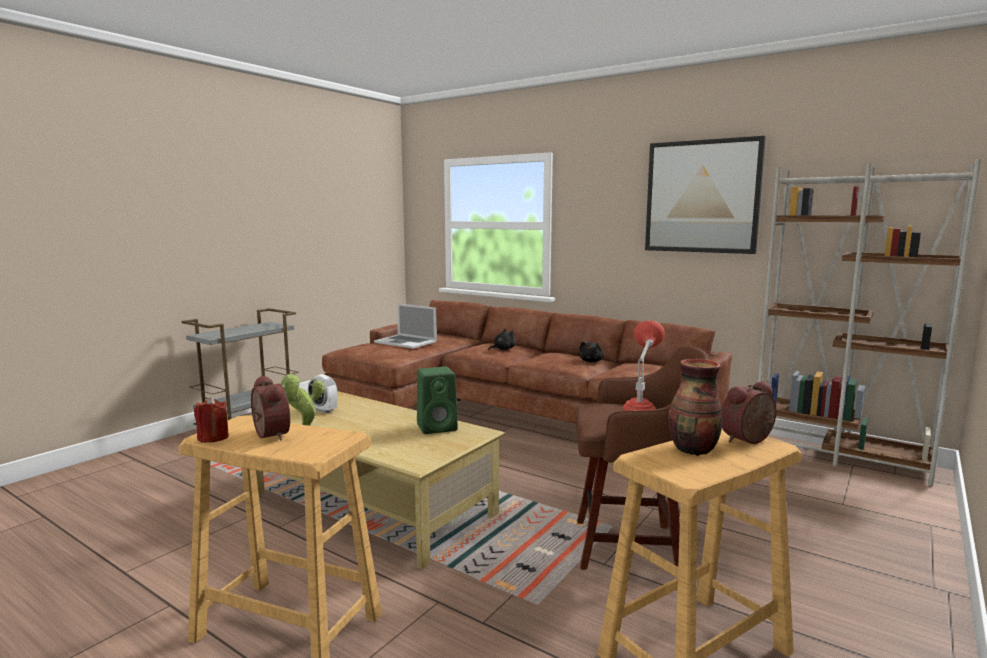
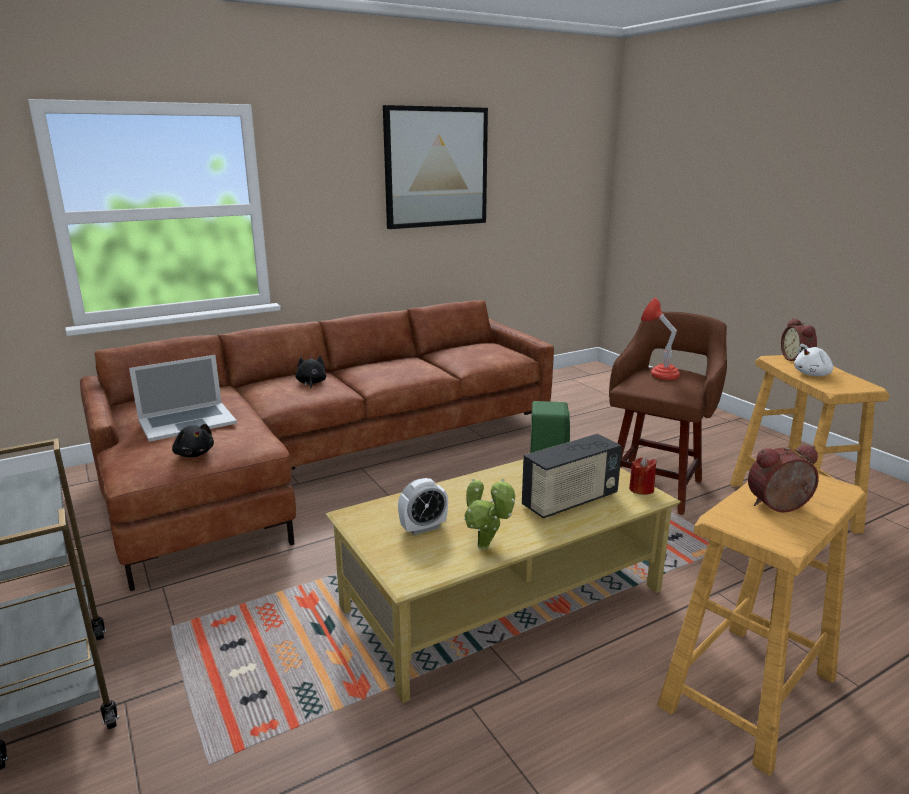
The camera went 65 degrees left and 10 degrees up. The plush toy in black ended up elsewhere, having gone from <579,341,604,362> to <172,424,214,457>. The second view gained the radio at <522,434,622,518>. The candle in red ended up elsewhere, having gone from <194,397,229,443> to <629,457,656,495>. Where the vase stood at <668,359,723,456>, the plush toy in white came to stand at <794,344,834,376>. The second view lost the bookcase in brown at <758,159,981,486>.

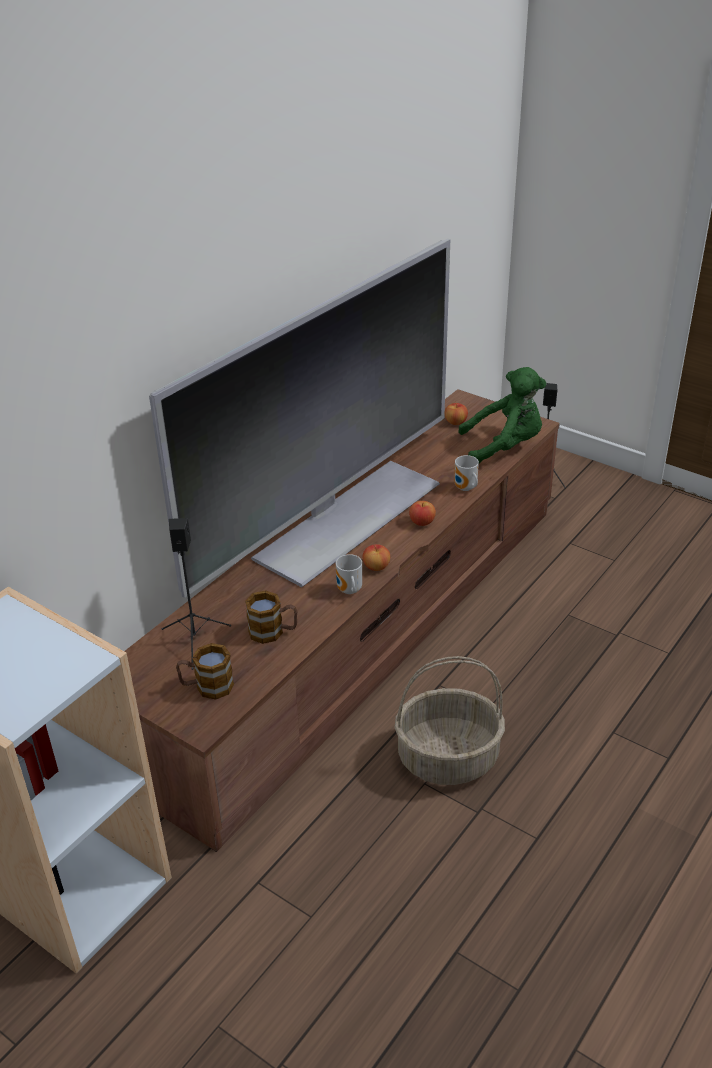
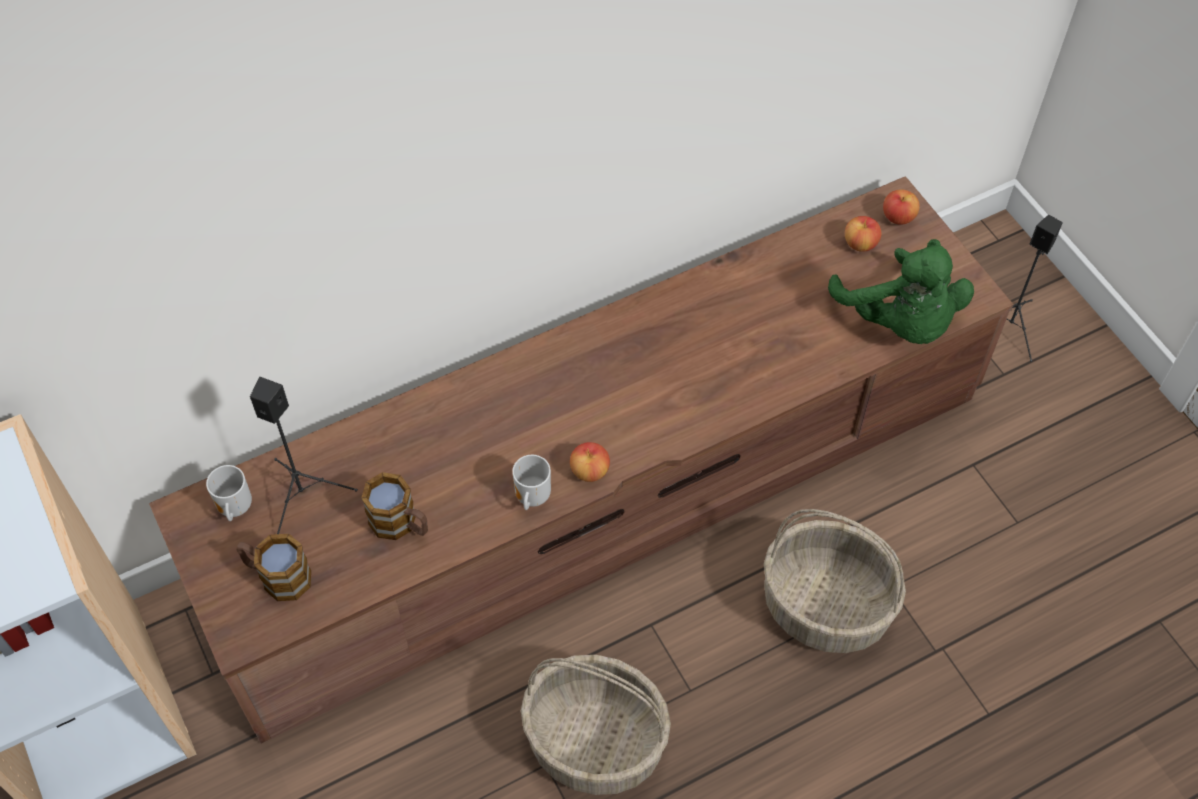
The camera went 25 degrees right and 20 degrees up. The mug ended up elsewhere, having gone from <454,455,479,491> to <206,465,252,521>. The second view gained the basket at <764,509,906,653>. The plush toy in green at <458,367,546,463> ended up facing another way, 45 degrees clockwise from before. The apple ended up elsewhere, having gone from <409,501,436,526> to <883,189,920,225>. The second view lost the television at <149,239,450,598>.

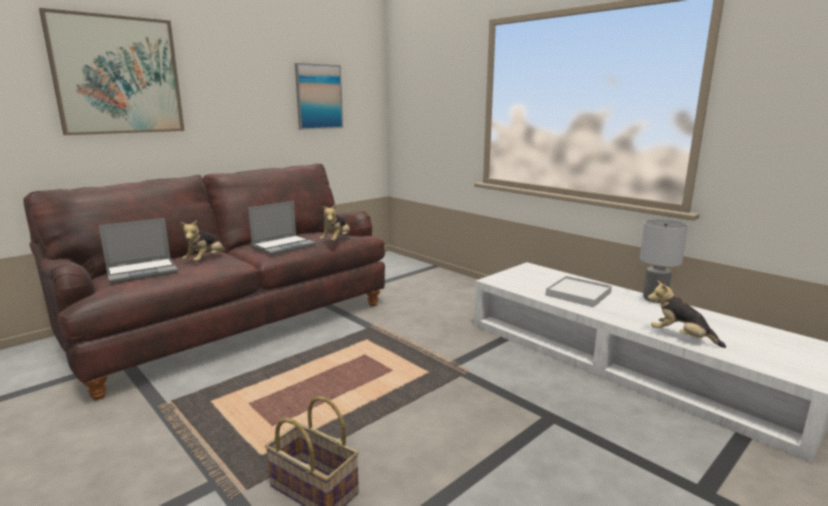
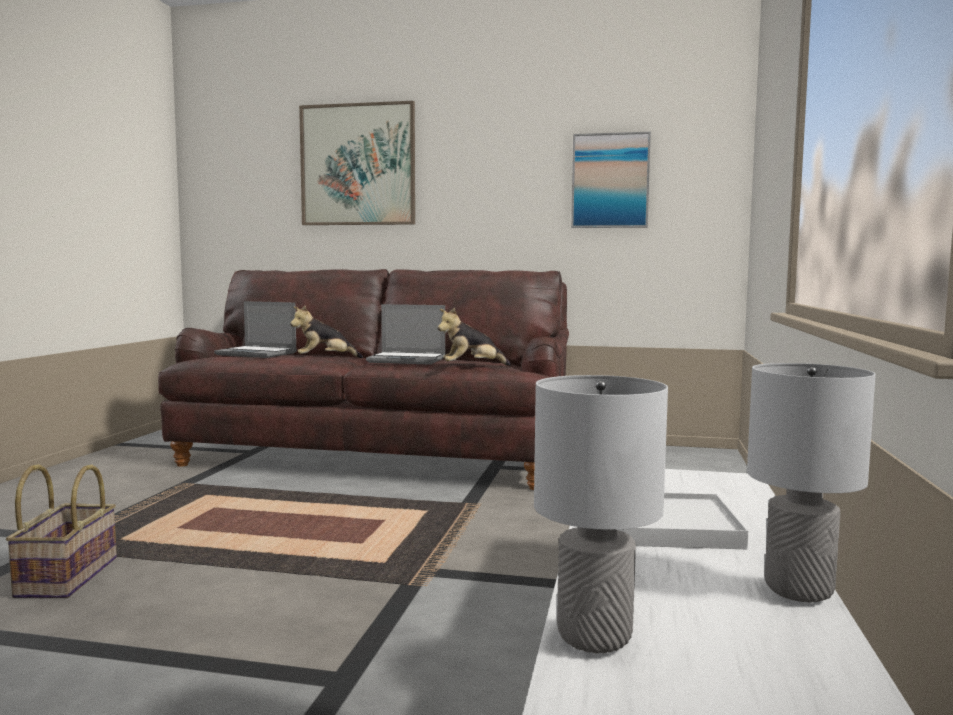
The camera went 55 degrees right and 10 degrees down. Where the plush toy stood at <648,280,726,348>, the table lamp in grey came to stand at <534,375,668,653>.

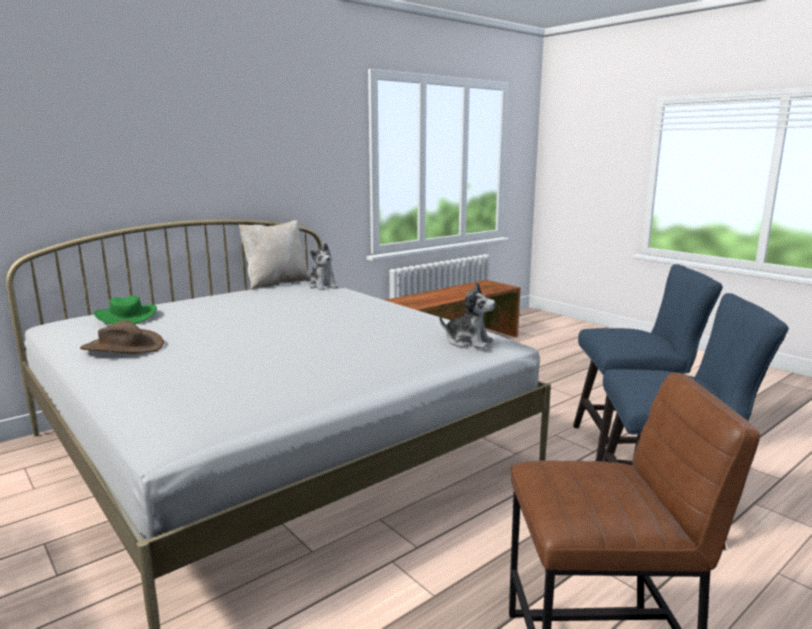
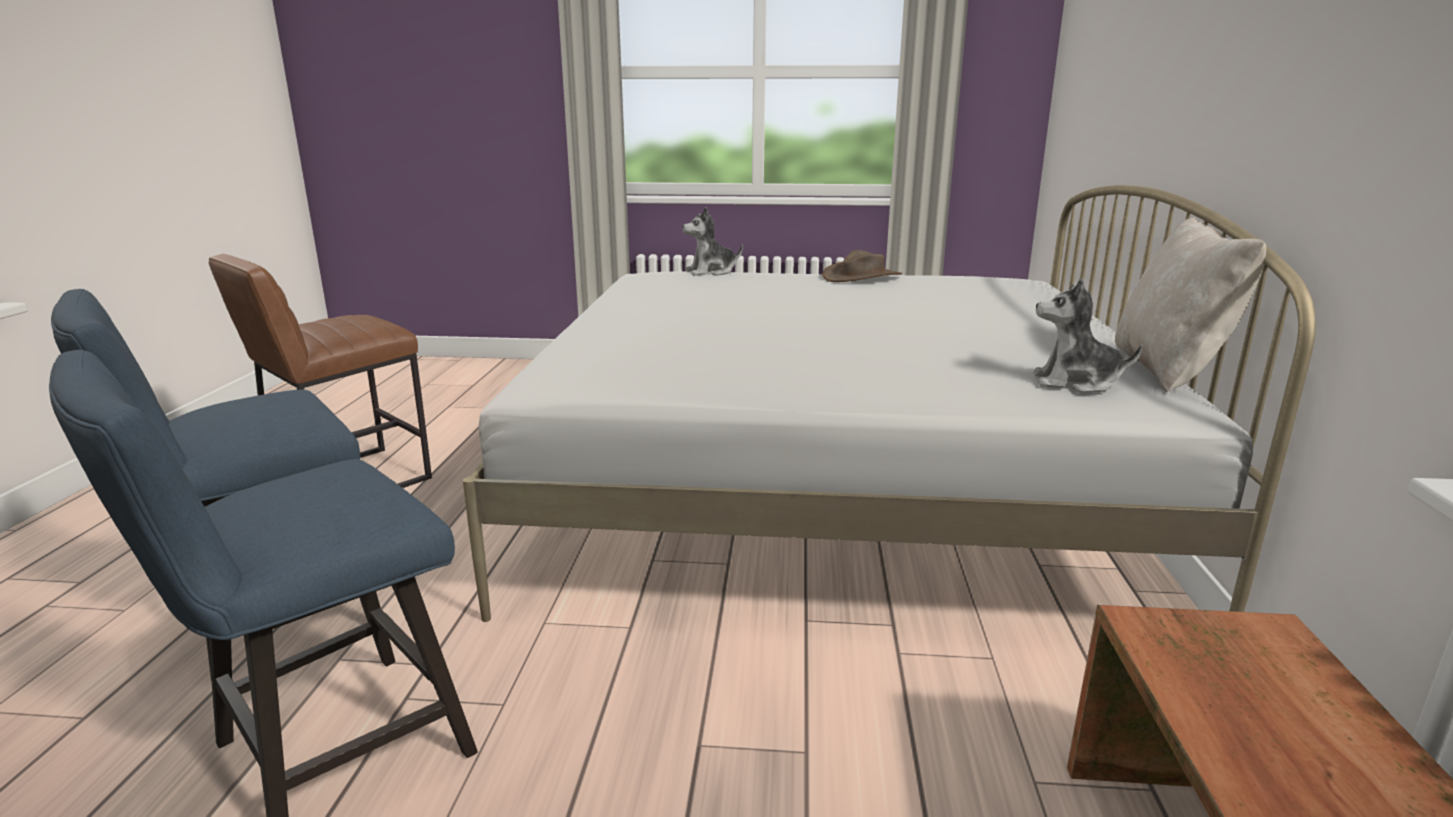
The camera went 135 degrees right and 5 degrees up. The plush toy ended up elsewhere, having gone from <439,282,496,349> to <682,207,743,276>. The second view lost the hat in green at <94,296,157,324>.

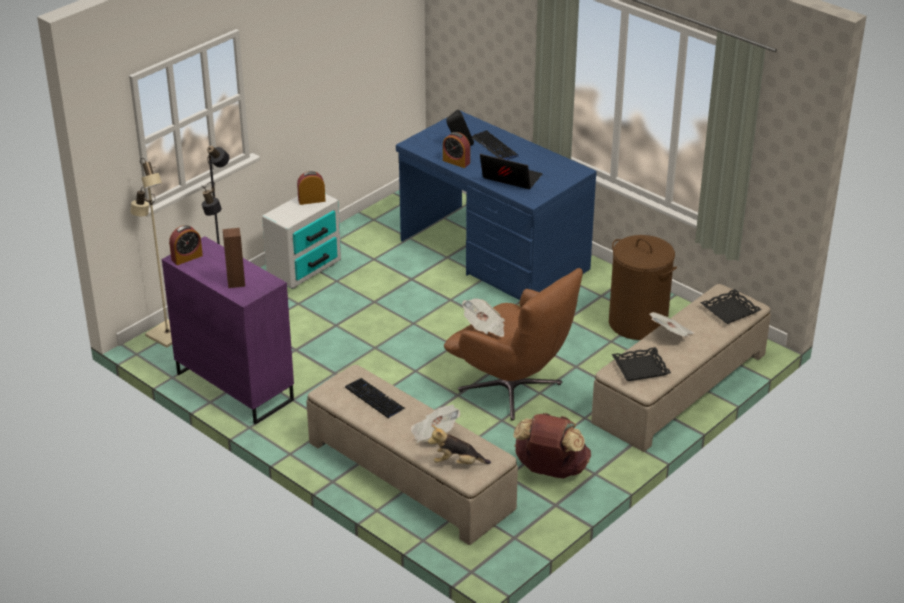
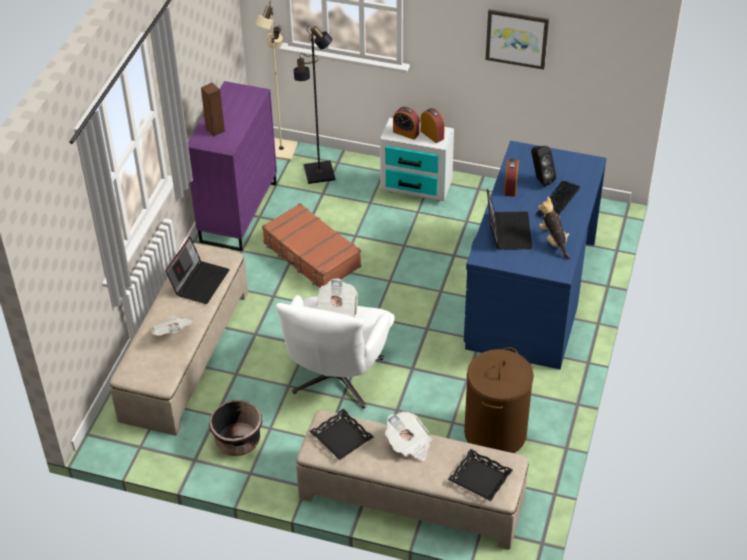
The camera went 65 degrees right and 10 degrees up. Where the keyboard stood at <345,378,406,419>, the laptop came to stand at <166,237,230,304>. Where the backpack in brown stood at <513,413,591,479>, the planter in black came to stand at <209,400,262,456>. The second view gained the suitcase in brown at <262,203,361,288>. What was the armchair in brown at <444,268,583,420> turned into the armchair in white at <276,295,395,408>. The alarm clock ended up elsewhere, having gone from <169,225,203,265> to <393,107,419,140>. The second view gained the picture at <486,9,549,70>. The plush toy ended up elsewhere, having gone from <428,425,491,464> to <538,197,570,260>.

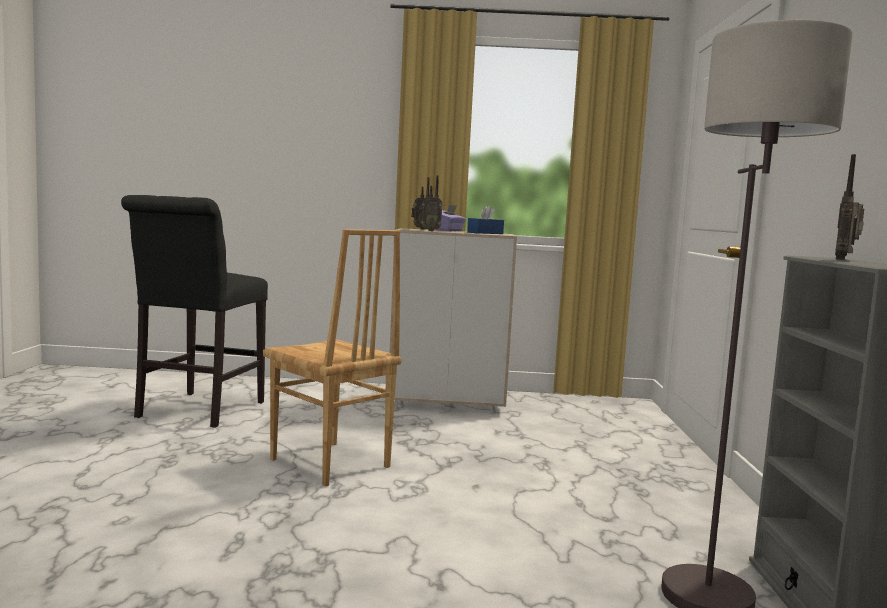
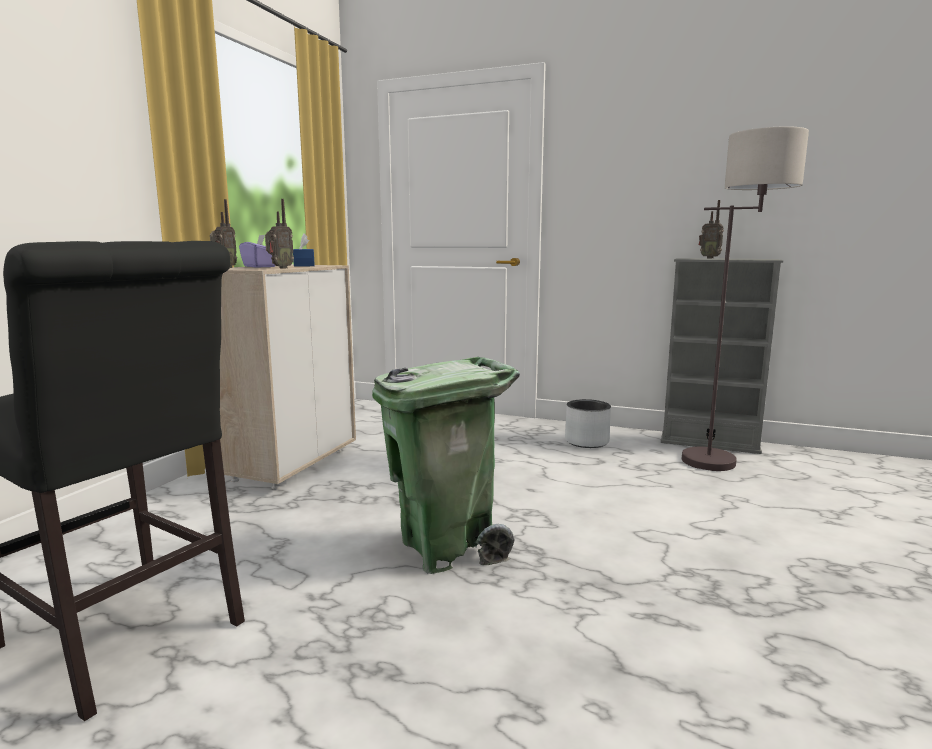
The camera went 70 degrees left and 5 degrees up. Where the chair in brown stood at <263,229,402,487>, the trash can in green came to stand at <372,357,520,574>. The second view gained the planter in grey at <565,399,611,448>.

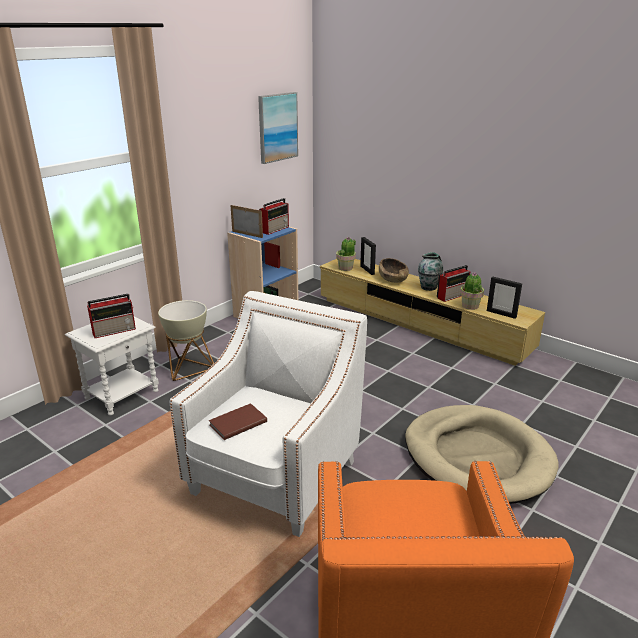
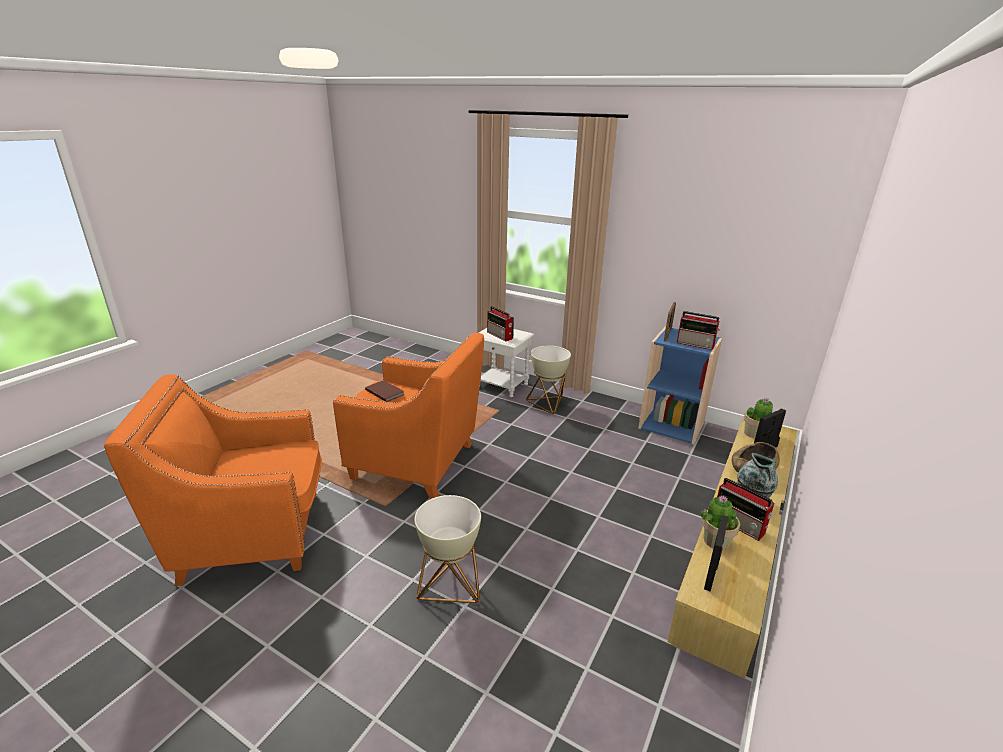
The camera went 80 degrees right and 0 degrees up. What was the armchair in white at <170,291,367,537> turned into the armchair in orange at <333,333,484,499>. Where the dog bed in beige stood at <405,405,559,504>, the planter came to stand at <414,495,481,603>. The second view lost the picture at <258,92,298,164>.

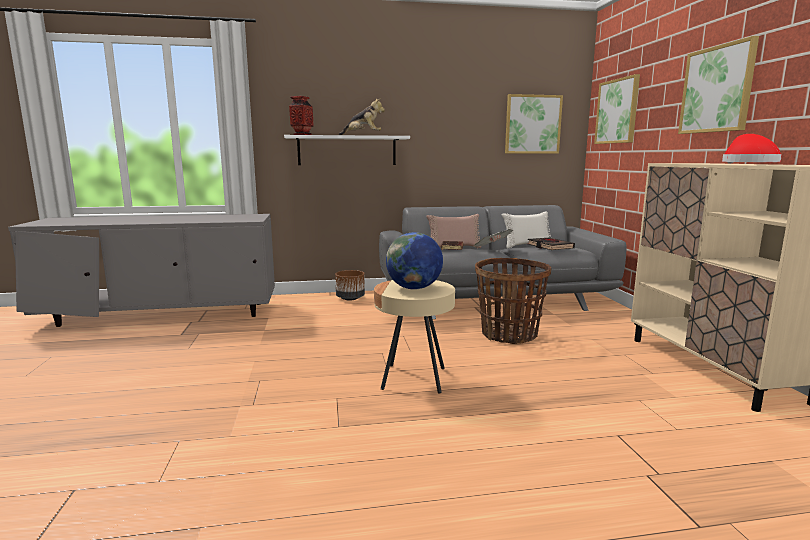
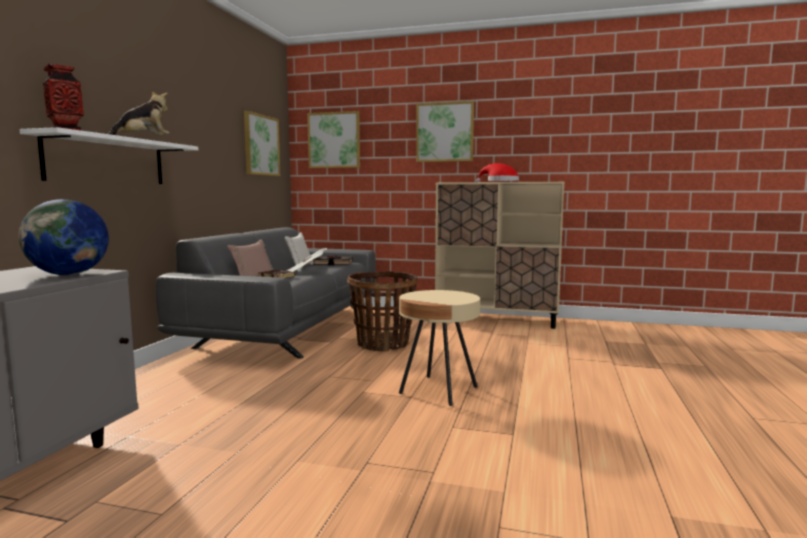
The camera went 65 degrees left and 5 degrees down. The globe ended up elsewhere, having gone from <386,232,443,290> to <19,199,109,275>. The second view lost the planter in brown at <335,270,365,301>.

